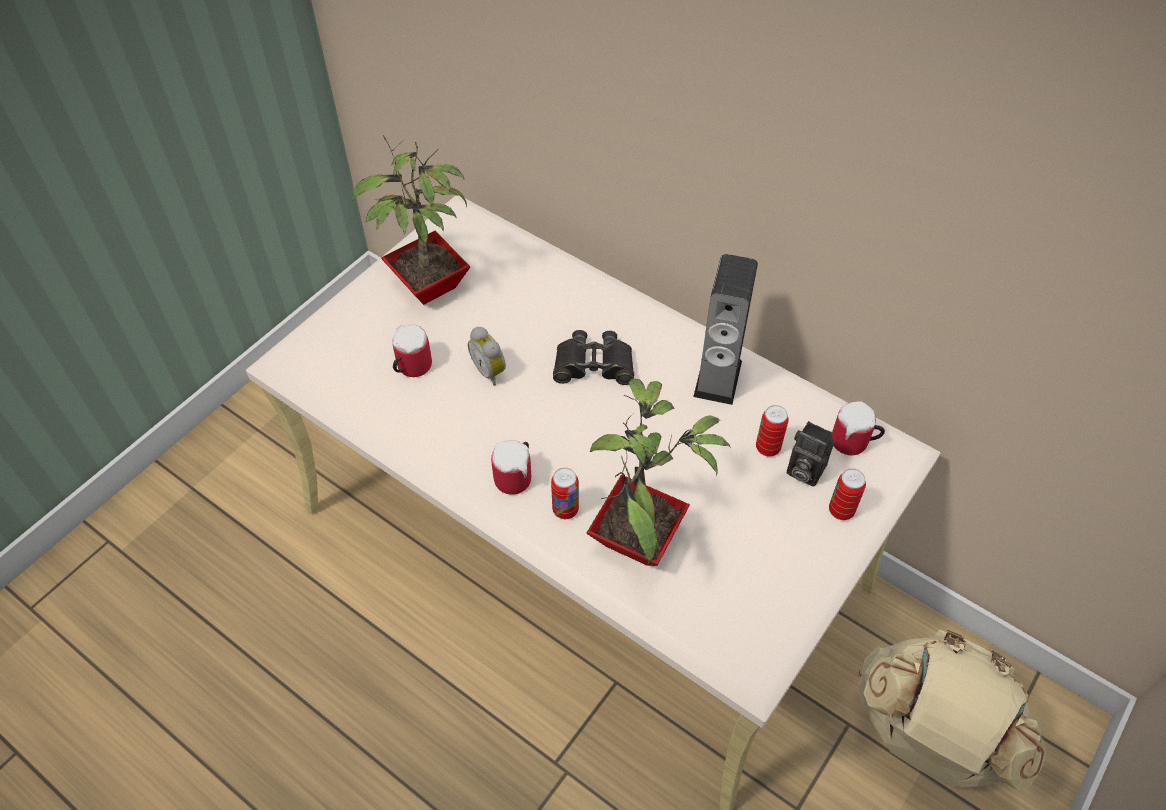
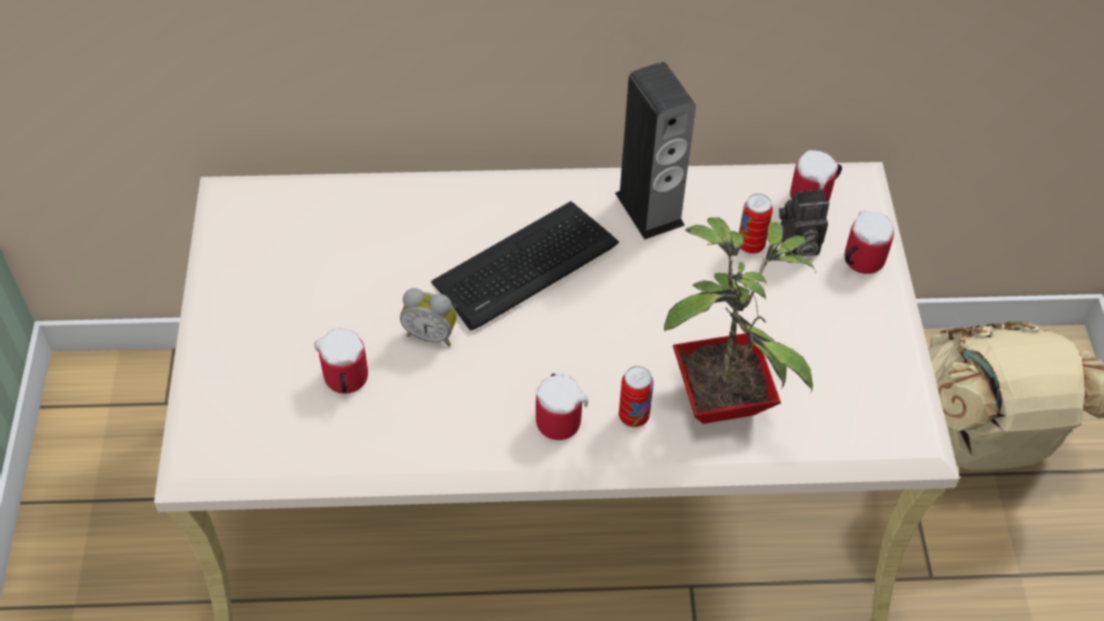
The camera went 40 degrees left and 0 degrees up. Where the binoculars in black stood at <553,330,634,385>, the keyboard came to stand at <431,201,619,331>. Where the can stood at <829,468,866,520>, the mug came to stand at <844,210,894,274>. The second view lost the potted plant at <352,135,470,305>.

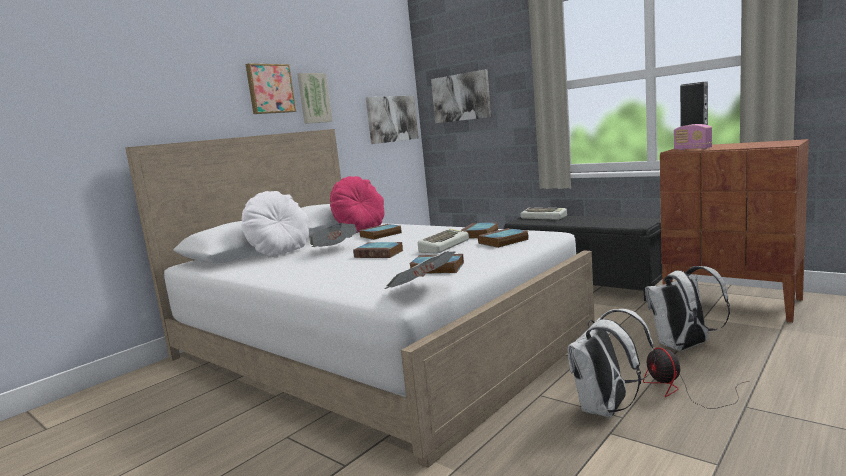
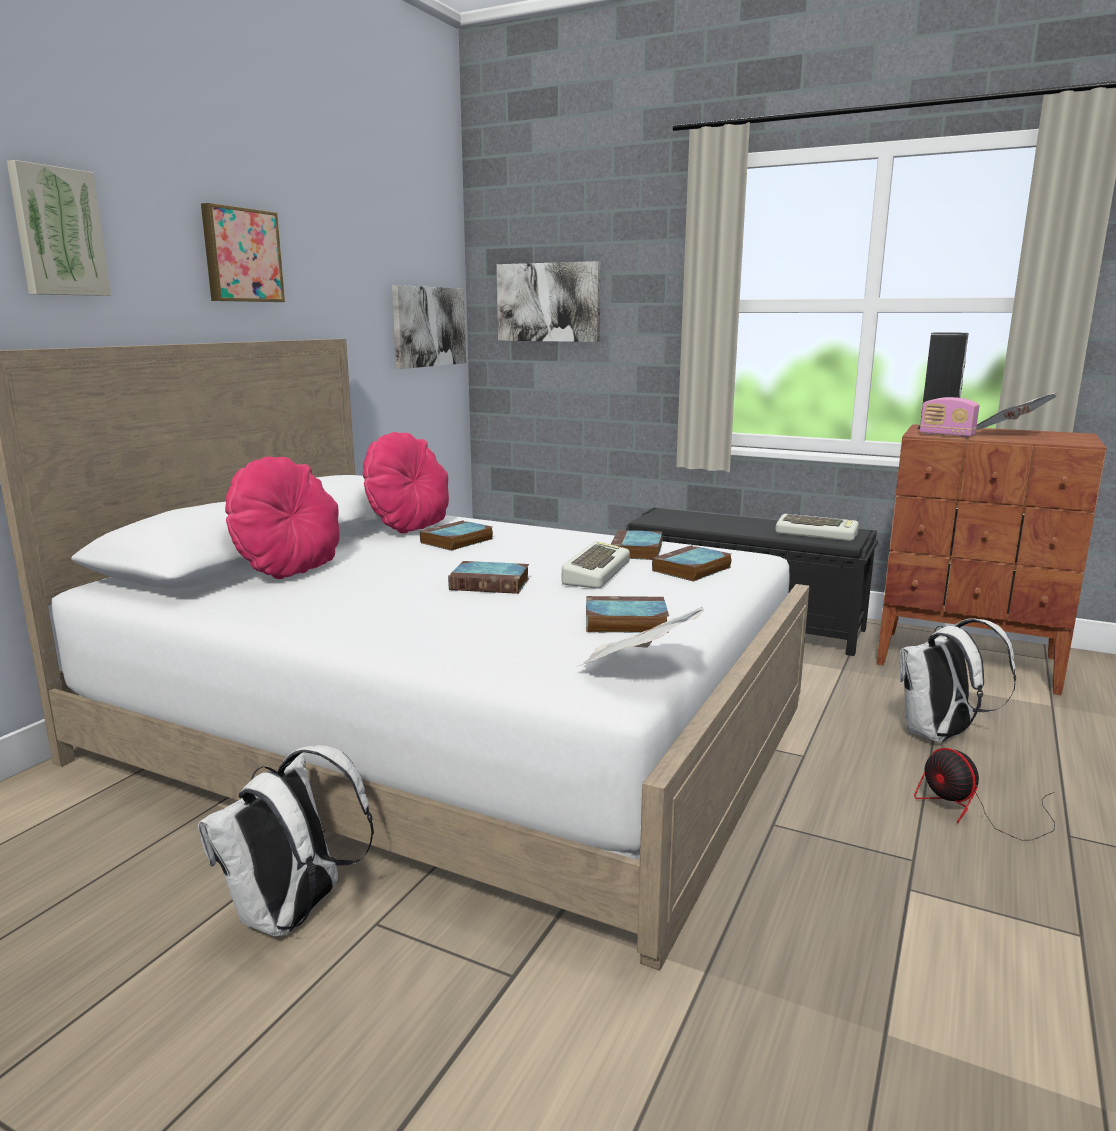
The camera went 15 degrees left and 5 degrees up. The picture ended up elsewhere, having gone from <297,73,333,124> to <7,160,111,296>. The backpack in white ended up elsewhere, having gone from <568,309,656,418> to <198,745,374,936>. What was the pillow in white at <241,191,309,257> turned into the pillow in pink at <225,456,340,579>. The keyboard ended up elsewhere, having gone from <521,207,567,220> to <775,514,859,541>. The newspaper ended up elsewhere, having gone from <309,223,358,247> to <976,392,1058,430>.

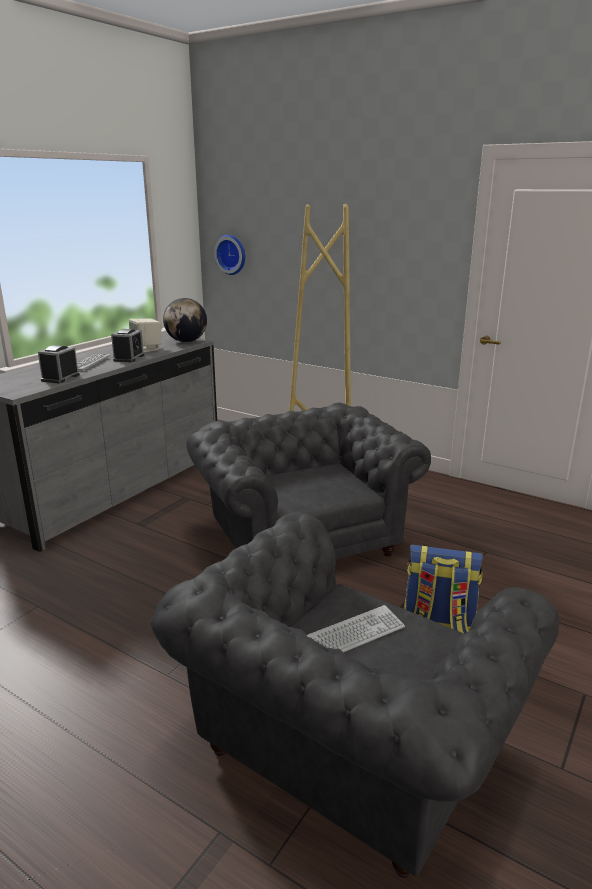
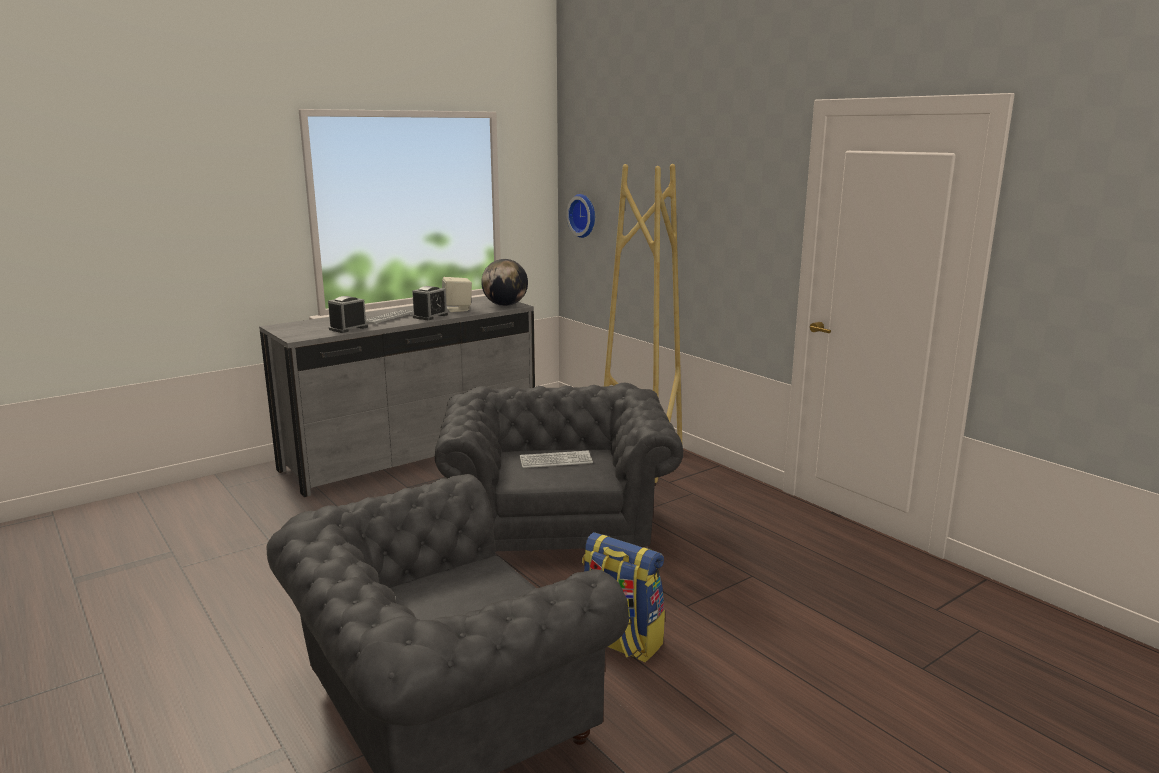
The camera went 20 degrees right and 5 degrees down. The keyboard ended up elsewhere, having gone from <307,605,405,652> to <520,451,593,468>.

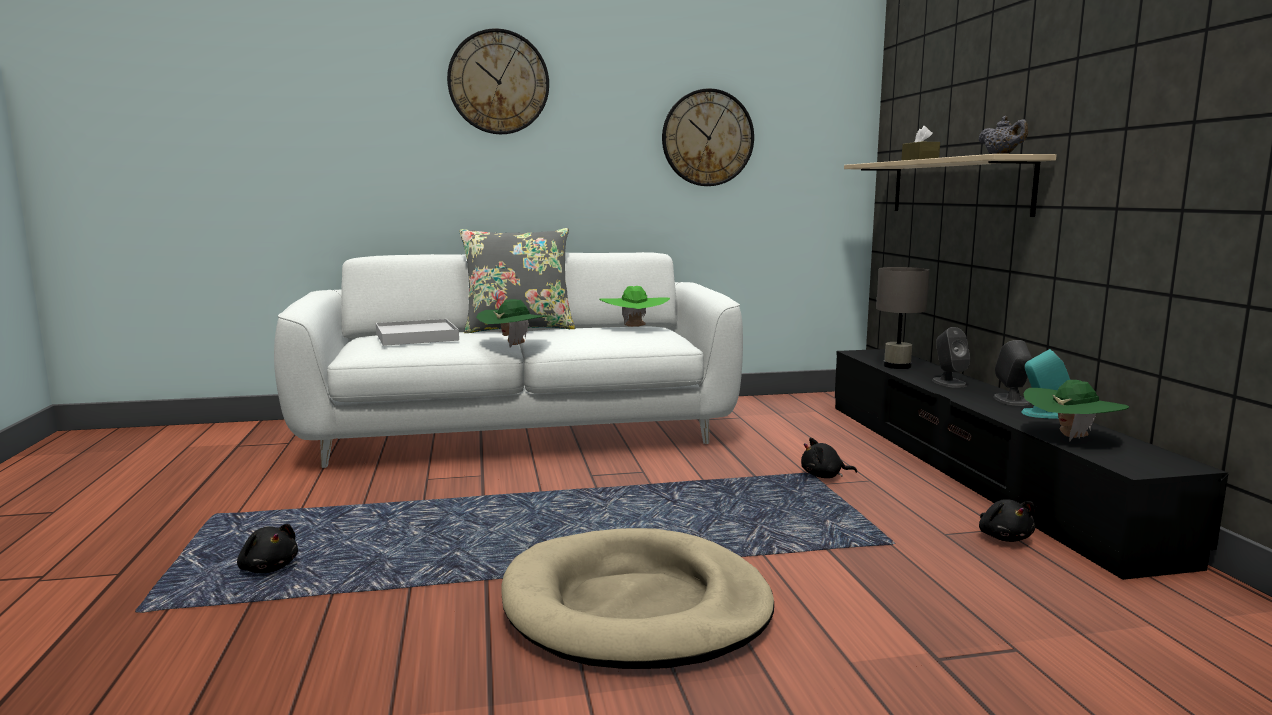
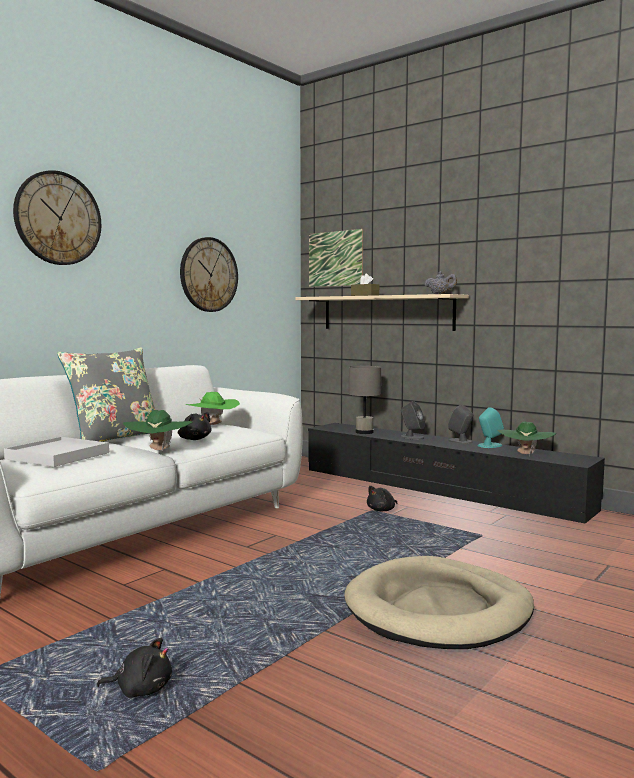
The camera went 40 degrees left and 5 degrees down. The plush toy in black ended up elsewhere, having gone from <979,499,1035,542> to <178,412,212,440>. The second view gained the picture at <309,229,363,287>.

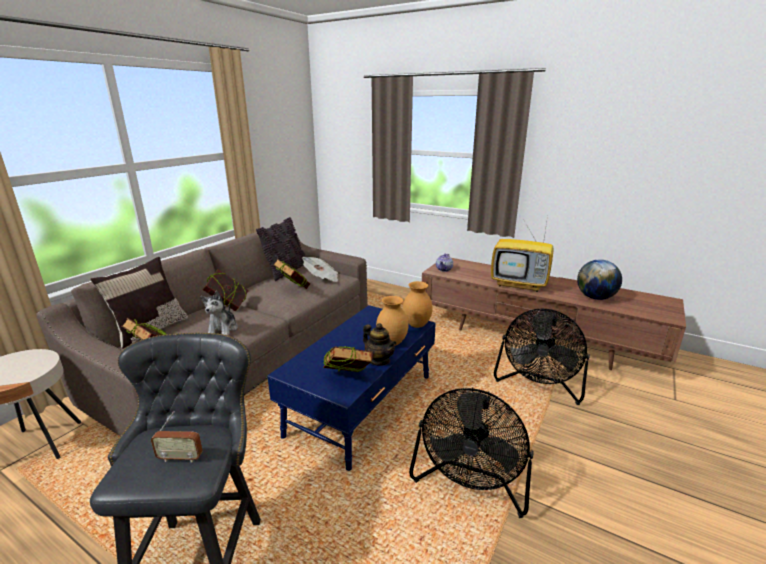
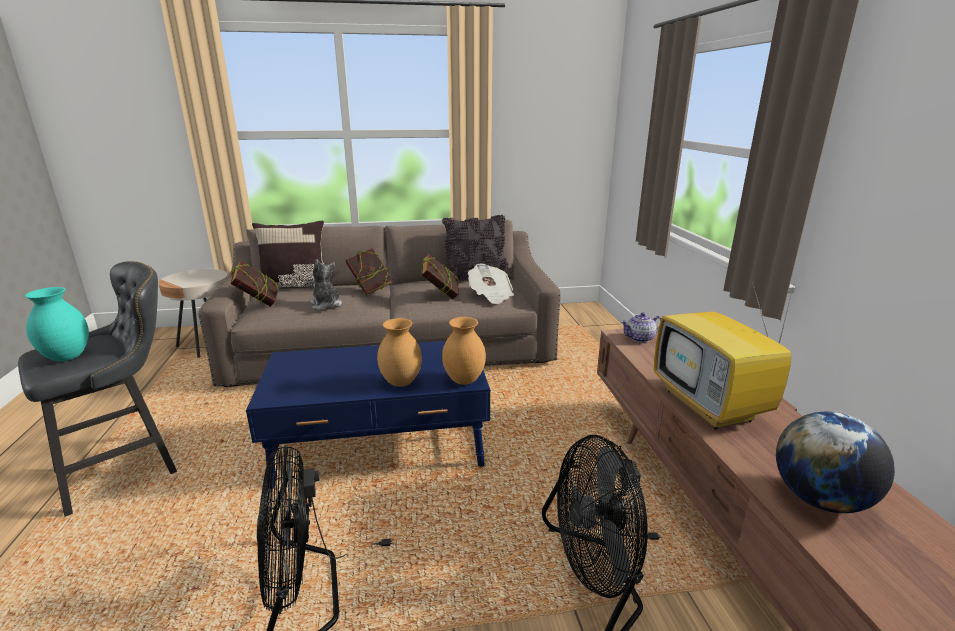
The camera went 50 degrees right and 0 degrees up. Where the radio stood at <151,411,203,463>, the vase in turquoise came to stand at <25,287,89,361>. The plush toy at <201,291,238,336> ended up facing another way, 90 degrees clockwise from before. The second view lost the book at <323,346,373,372>. The second view lost the teapot at <363,323,396,366>.

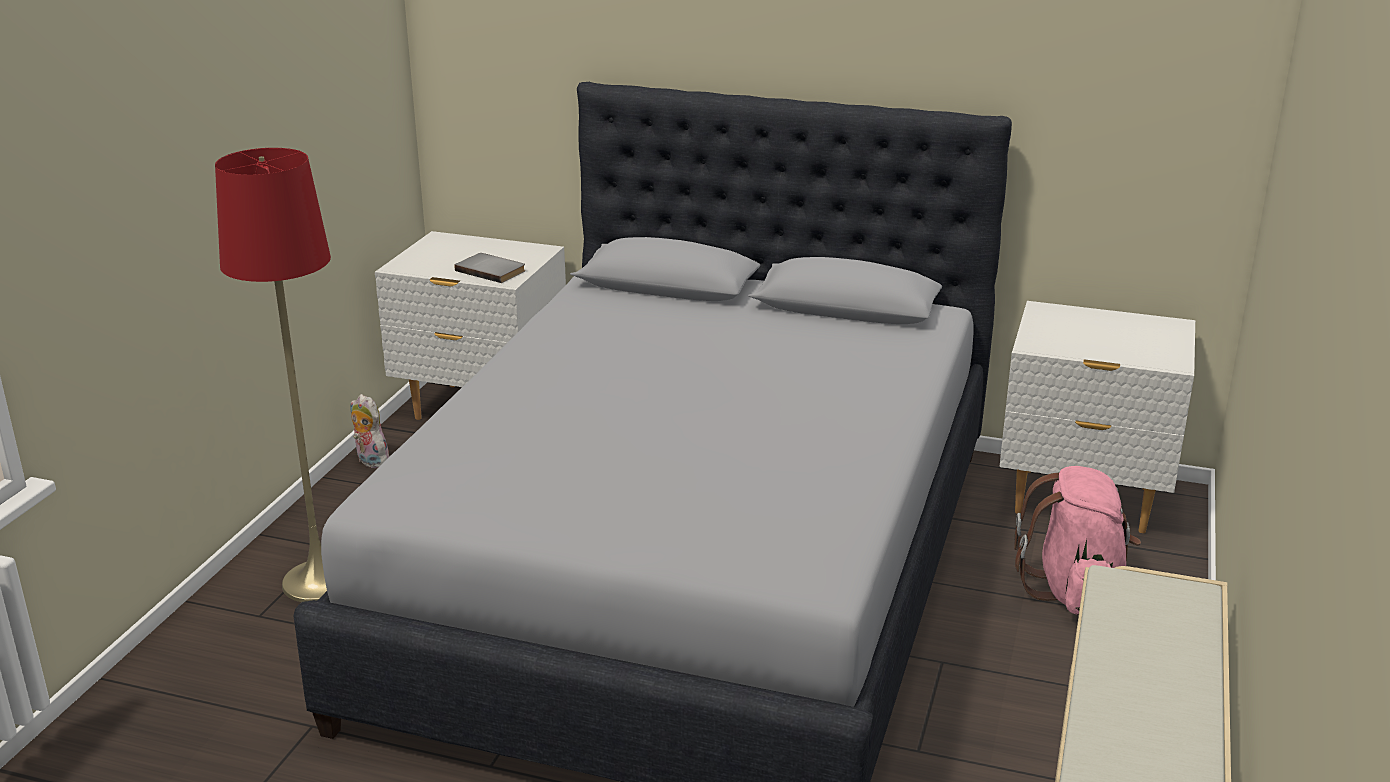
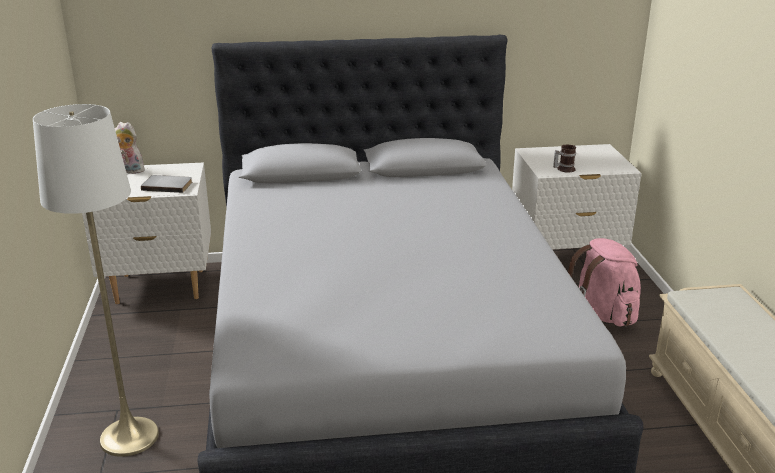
The camera went 25 degrees left and 0 degrees up. What was the floor lamp in red at <215,148,331,602> turned into the floor lamp in white at <33,104,159,457>. The plush toy ended up elsewhere, having gone from <350,394,389,468> to <115,122,145,174>. The second view gained the mug at <553,145,576,173>.

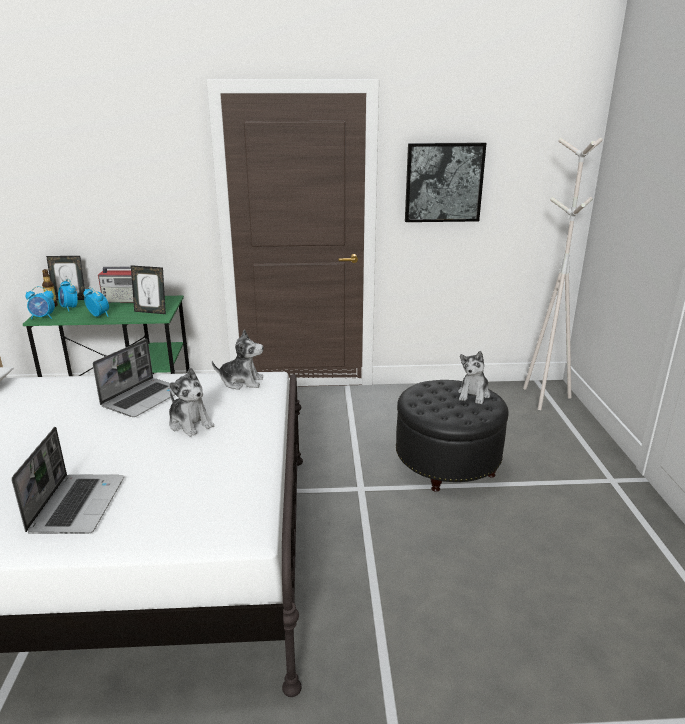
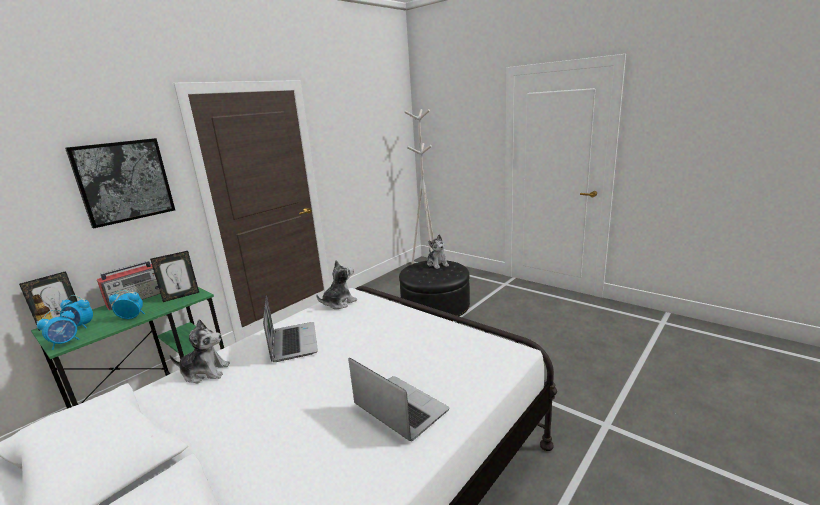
The camera went 45 degrees left and 5 degrees down. The picture ended up elsewhere, having gone from <405,143,486,222> to <65,138,175,228>. The plush toy ended up elsewhere, having gone from <169,368,214,437> to <169,320,230,383>.

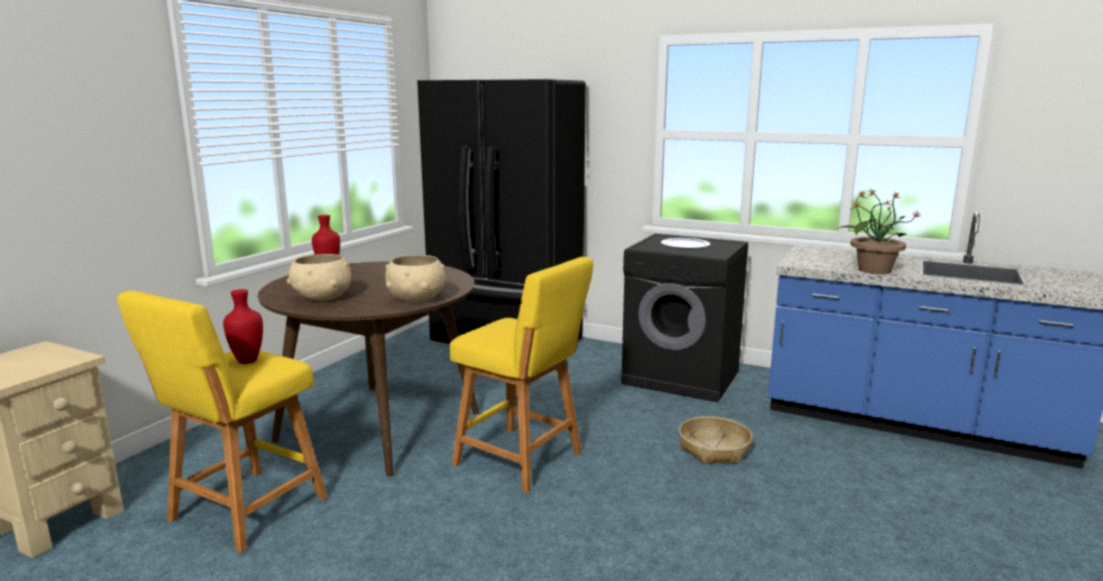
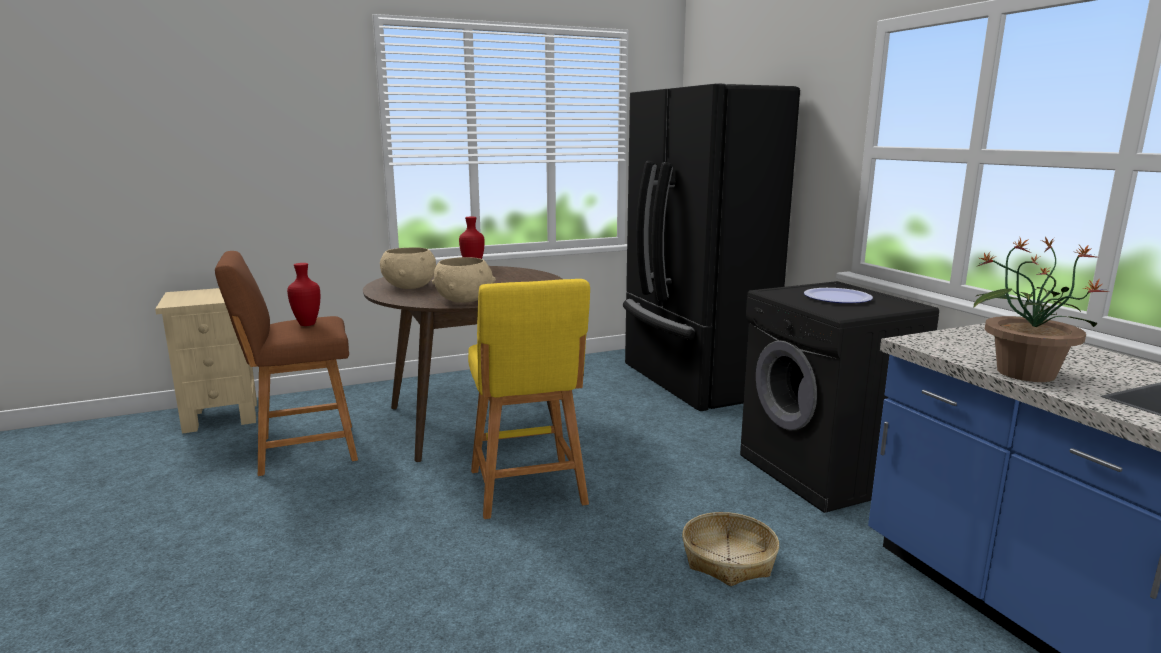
The camera went 40 degrees right and 0 degrees up. What was the stool in yellow at <117,291,327,553> turned into the stool in brown at <215,251,358,476>.

